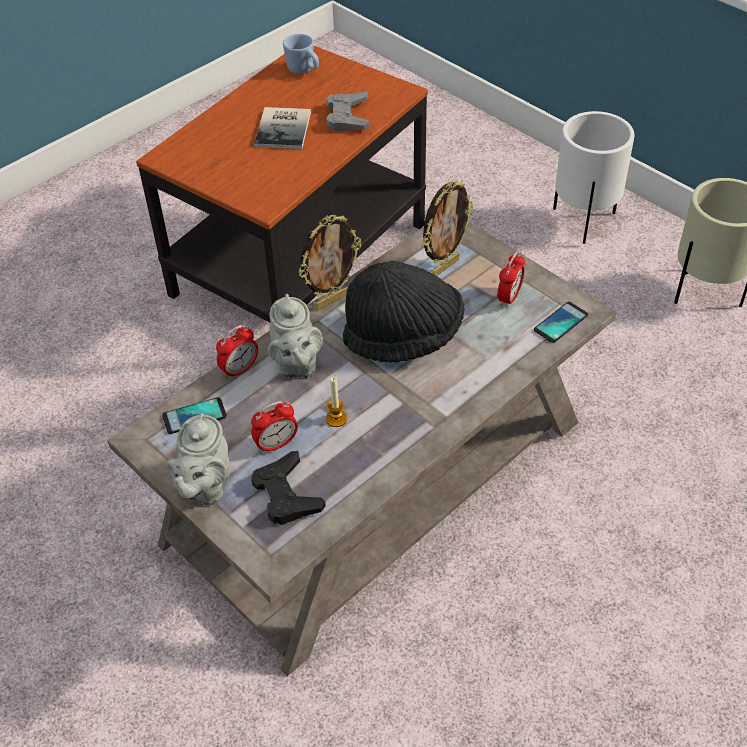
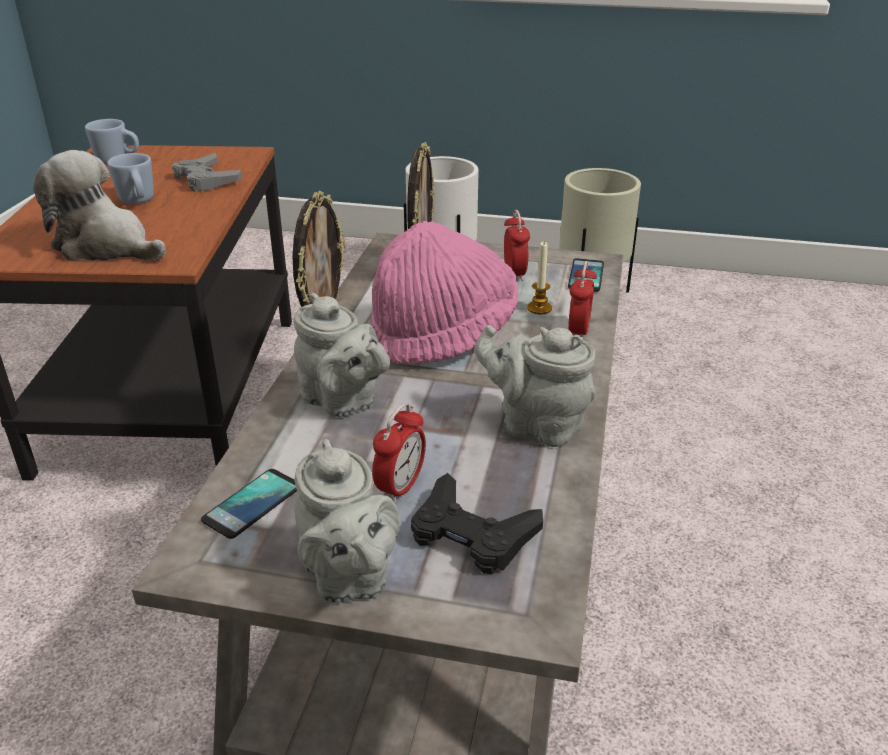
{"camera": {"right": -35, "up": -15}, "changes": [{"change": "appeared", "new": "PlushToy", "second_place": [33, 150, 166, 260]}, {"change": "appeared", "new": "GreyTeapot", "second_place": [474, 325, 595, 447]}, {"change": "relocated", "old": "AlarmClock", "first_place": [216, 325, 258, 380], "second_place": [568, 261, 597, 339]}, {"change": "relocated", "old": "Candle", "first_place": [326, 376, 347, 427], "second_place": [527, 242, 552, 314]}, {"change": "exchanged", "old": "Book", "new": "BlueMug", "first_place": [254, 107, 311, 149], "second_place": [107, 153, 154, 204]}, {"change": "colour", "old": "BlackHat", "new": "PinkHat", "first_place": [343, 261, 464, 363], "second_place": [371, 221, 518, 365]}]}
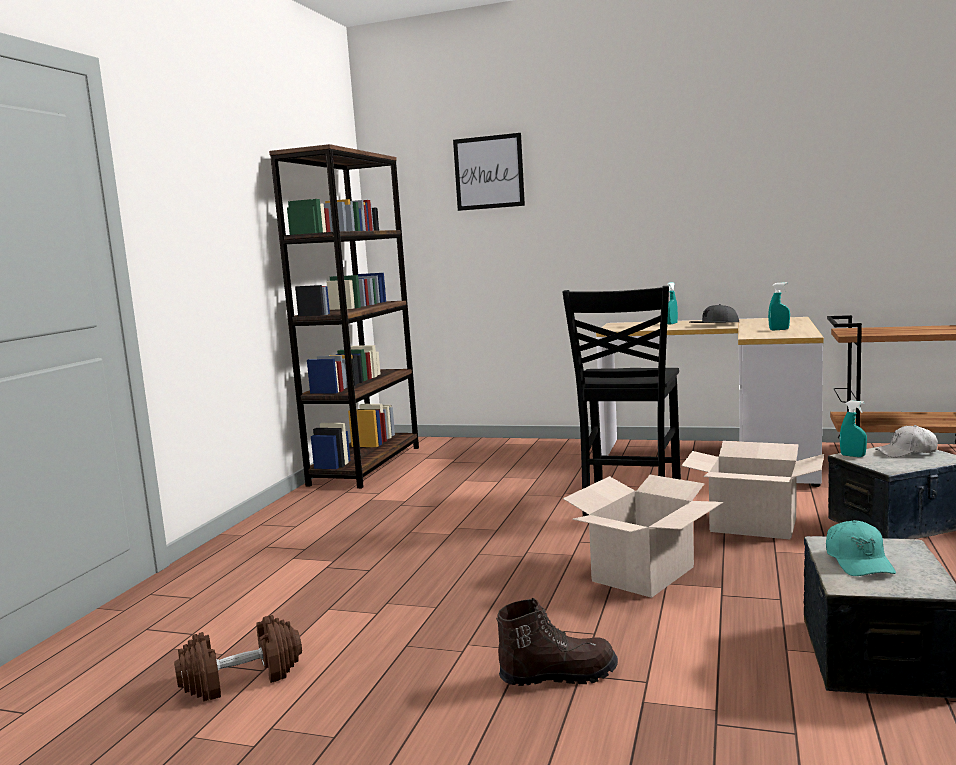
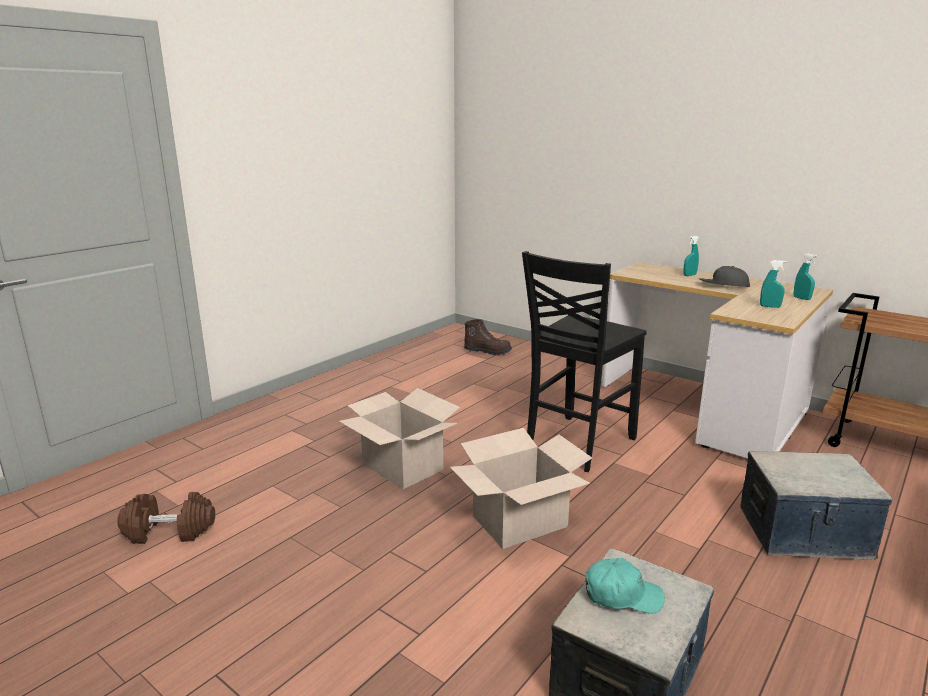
{"camera": {"right": 20, "up": 10}, "changes": [{"change": "missing", "old": "BrownBookcase", "first_place": [269, 144, 419, 488]}, {"change": "missing", "old": "Picture", "first_place": [453, 133, 525, 211]}, {"change": "missing", "old": "WhiteCap", "first_place": [875, 425, 938, 457]}, {"change": "relocated", "old": "BrownBoot", "first_place": [496, 598, 618, 686], "second_place": [464, 319, 512, 356]}, {"change": "relocated", "old": "CardboardBox", "first_place": [681, 441, 824, 539], "second_place": [339, 388, 460, 489]}, {"change": "relocated", "old": "TurquoiseSprayBottle", "first_place": [840, 400, 867, 457], "second_place": [794, 253, 818, 300]}, {"change": "spun", "old": "TurquoiseCap", "first_place": [826, 520, 896, 576], "second_place": [585, 558, 665, 614], "degrees": -105}]}
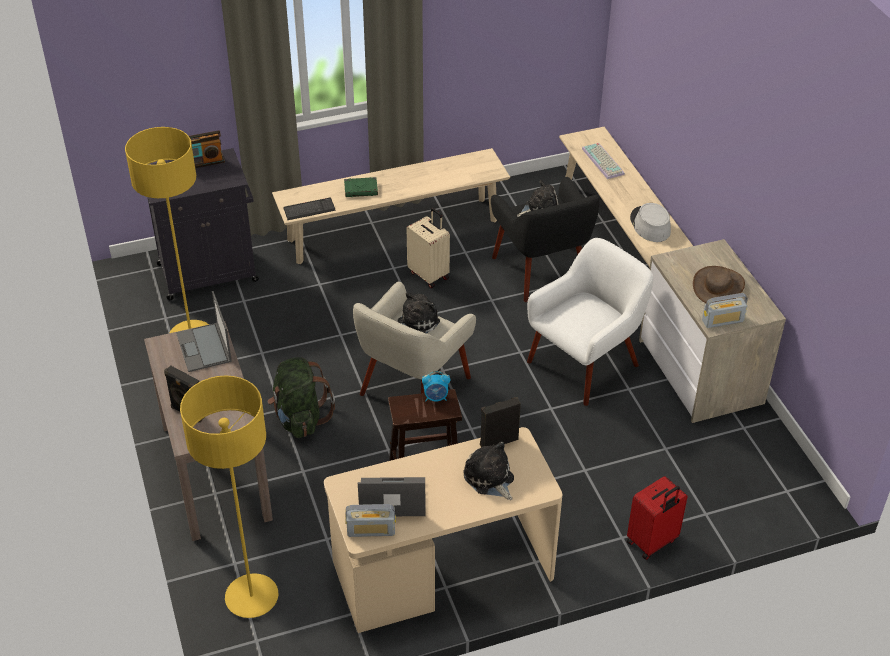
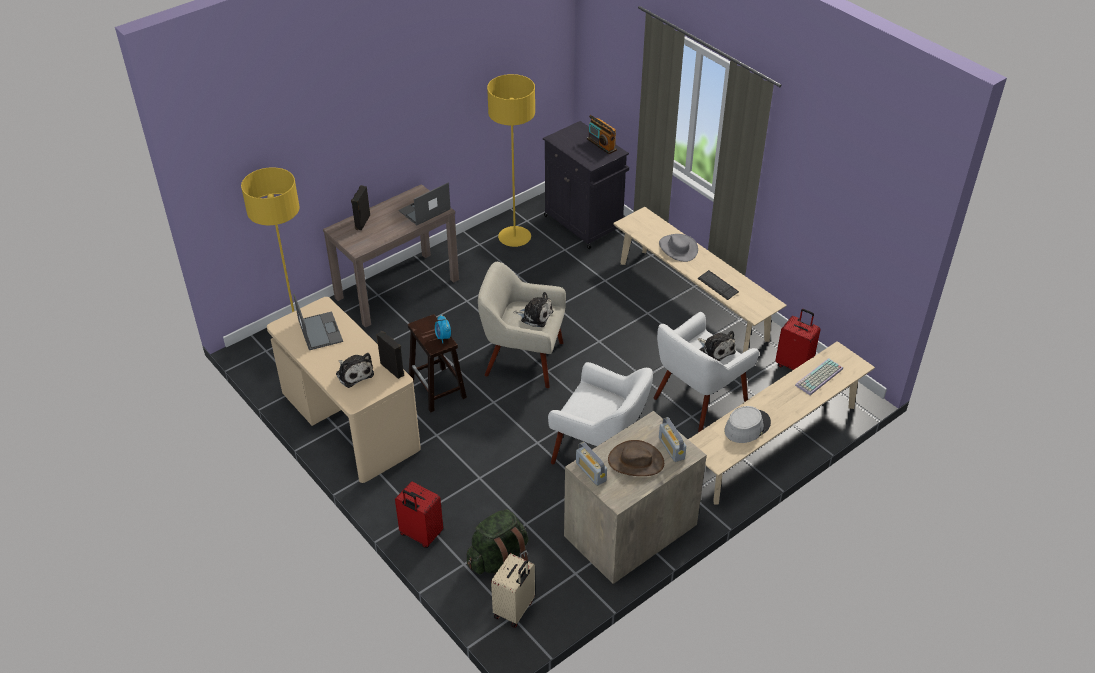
{"camera": {"right": 70, "up": 0}, "changes": [{"change": "appeared", "new": "RedSuitcase", "second_place": [775, 309, 821, 370]}, {"change": "relocated", "old": "GreenBackpack", "first_place": [268, 357, 335, 438], "second_place": [467, 509, 528, 574]}, {"change": "relocated", "old": "Keyboard", "first_place": [283, 198, 336, 220], "second_place": [698, 270, 739, 300]}, {"change": "relocated", "old": "Radio", "first_place": [345, 504, 396, 537], "second_place": [659, 417, 686, 462]}, {"change": "relocated", "old": "BeigeSuitcase", "first_place": [407, 208, 450, 288], "second_place": [491, 553, 535, 628]}, {"change": "exchanged", "old": "GreenBook", "new": "GreyHat", "first_place": [344, 177, 378, 197], "second_place": [659, 234, 698, 262]}, {"change": "colour", "old": "BlackArmchair", "new": "WhiteArmchair", "first_place": [491, 177, 600, 302], "second_place": [654, 312, 759, 432]}, {"change": "spun", "old": "PlushToy", "first_place": [463, 441, 514, 500], "second_place": [336, 353, 374, 388], "degrees": 105}]}
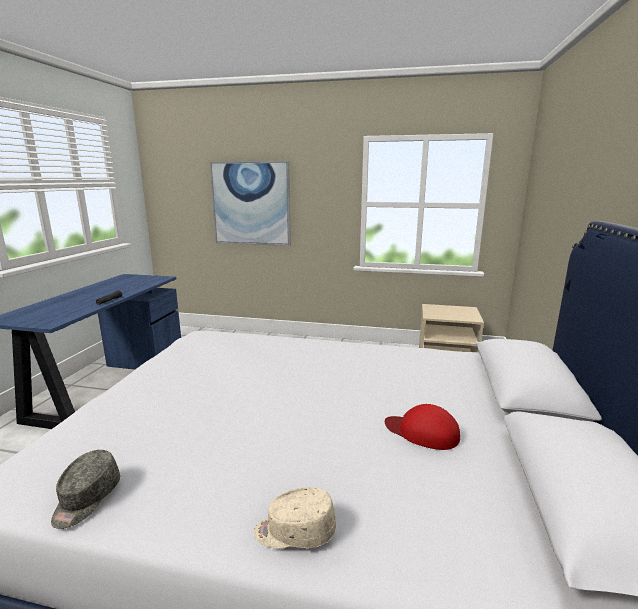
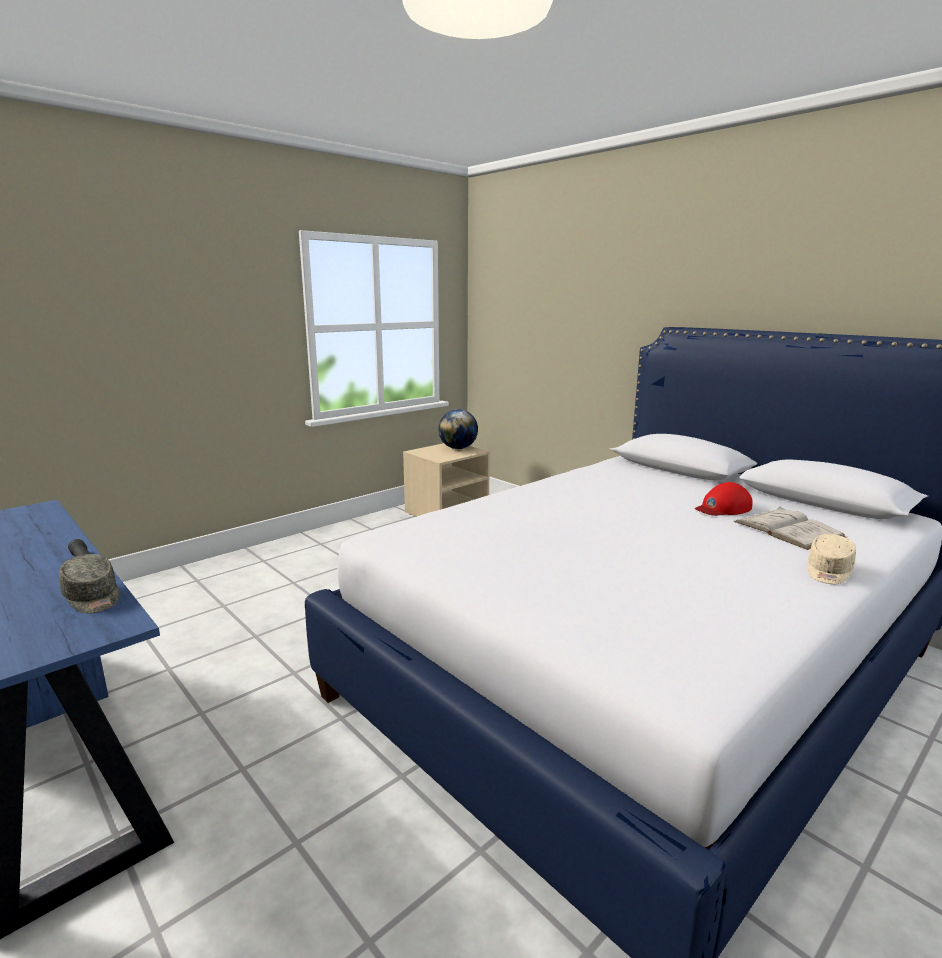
{"camera": {"right": -55, "up": 0}, "changes": [{"change": "missing", "old": "Picture", "first_place": [210, 161, 291, 246]}, {"change": "appeared", "new": "Globe", "second_place": [438, 409, 478, 449]}, {"change": "appeared", "new": "WhiteBook", "second_place": [734, 507, 846, 550]}, {"change": "relocated", "old": "GreyCap", "first_place": [51, 450, 120, 529], "second_place": [59, 554, 119, 613]}]}
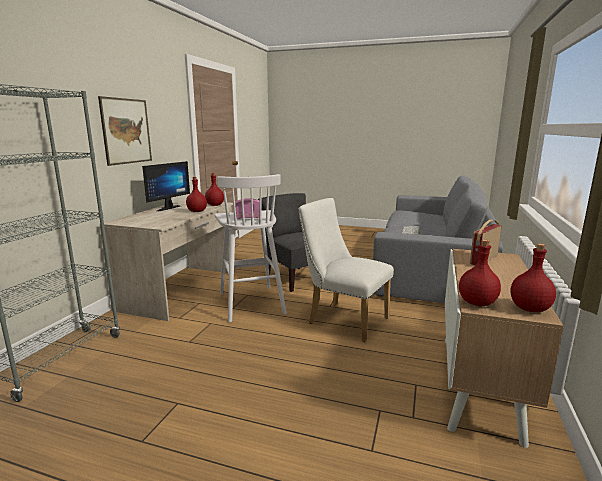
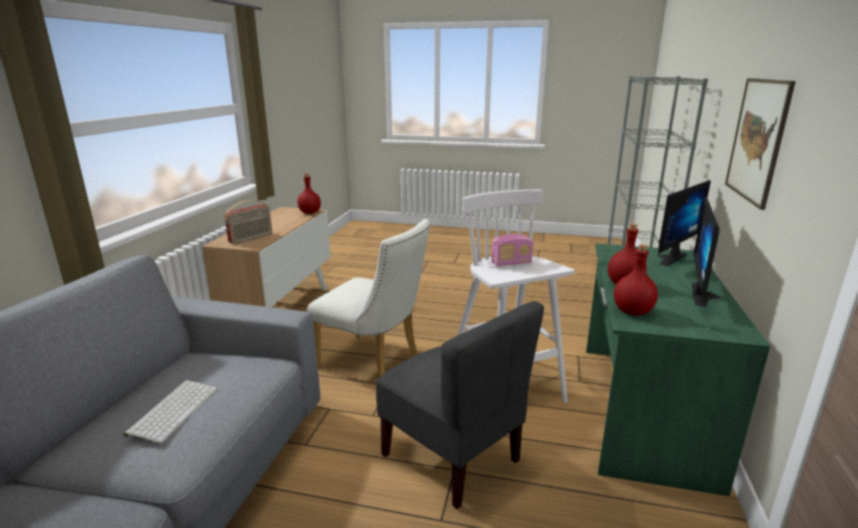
{"camera": {"right": 175, "up": 5}, "changes": [{"change": "missing", "old": "RedBottle", "first_place": [510, 243, 556, 312]}, {"change": "appeared", "new": "Monitor", "second_place": [657, 180, 711, 266]}, {"change": "colour", "old": "BeigeDesk", "new": "GreenDesk", "first_place": [100, 200, 235, 321], "second_place": [586, 244, 770, 496]}]}
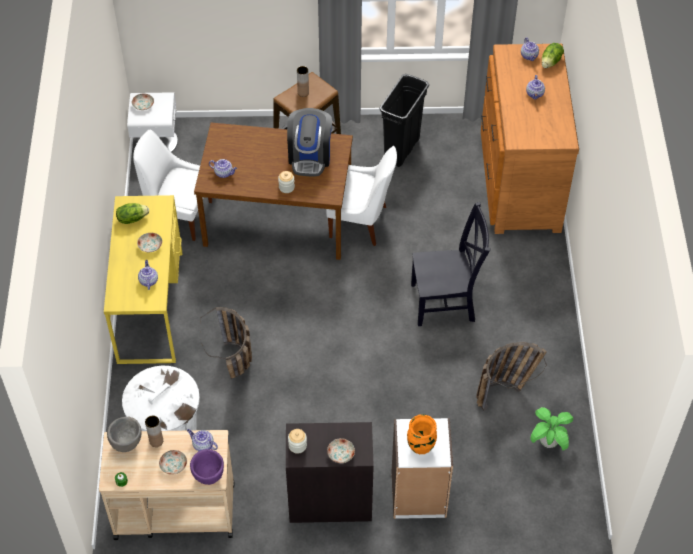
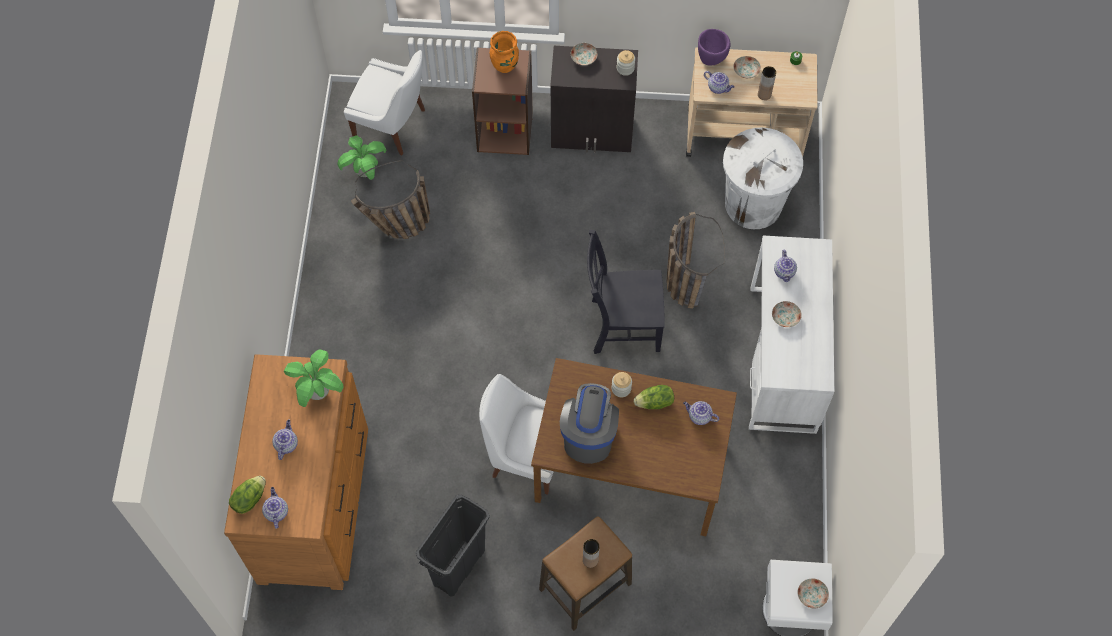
{"camera": {"right": -175, "up": 10}, "changes": [{"change": "missing", "old": "GreyBowl", "first_place": [107, 417, 142, 452]}, {"change": "appeared", "new": "PottedPlant", "second_place": [284, 349, 344, 407]}, {"change": "relocated", "old": "Lettuce", "first_place": [116, 203, 149, 224], "second_place": [634, 385, 674, 409]}, {"change": "relocated", "old": "WhiteChair", "first_place": [133, 130, 212, 241], "second_place": [344, 50, 425, 156]}, {"change": "relocated", "old": "BlackChair", "first_place": [411, 202, 490, 326], "second_place": [587, 229, 665, 354]}, {"change": "colour", "old": "YellowDesk", "new": "WhiteDesk", "first_place": [104, 195, 182, 364], "second_place": [749, 235, 834, 434]}, {"change": "colour", "old": "WhiteBookcase", "new": "BrownBookcase", "first_place": [391, 418, 453, 519], "second_place": [472, 47, 533, 155]}]}
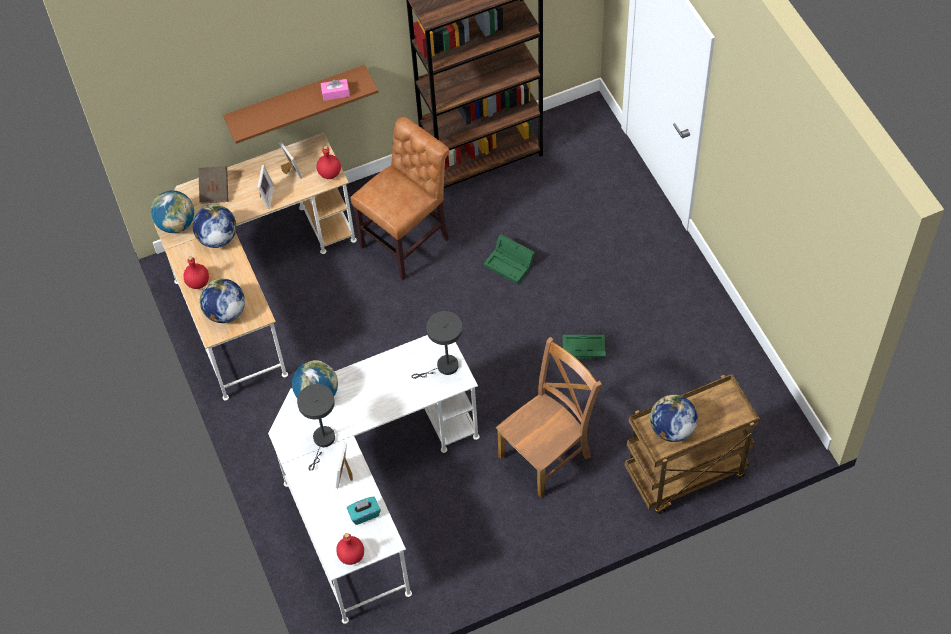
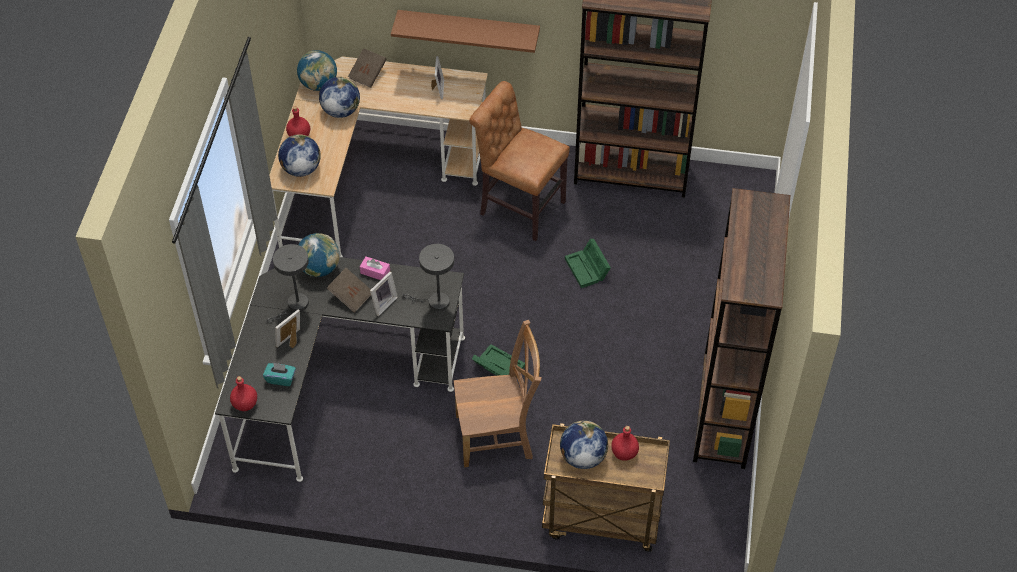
{"camera": {"right": 30, "up": -5}, "changes": [{"change": "appeared", "new": "BrownBook", "second_place": [327, 268, 371, 313]}, {"change": "appeared", "new": "BrownBookcase", "second_place": [693, 188, 790, 469]}, {"change": "relocated", "old": "PictureFrame", "first_place": [257, 164, 274, 209], "second_place": [370, 272, 398, 316]}, {"change": "relocated", "old": "RedBottle", "first_place": [316, 146, 341, 179], "second_place": [611, 426, 639, 461]}, {"change": "relocated", "old": "PinkTissueBox", "first_place": [321, 79, 350, 101], "second_place": [360, 256, 390, 280]}, {"change": "relocated", "old": "GreenStorageBox", "first_place": [563, 335, 606, 359], "second_place": [472, 344, 525, 376]}, {"change": "colour", "old": "WhiteDesk", "new": "BlackDesk", "first_place": [268, 335, 480, 624], "second_place": [215, 257, 465, 482]}, {"change": "spun", "old": "BrownChair", "first_place": [350, 116, 450, 280], "second_place": [469, 81, 570, 241], "degrees": -135}]}
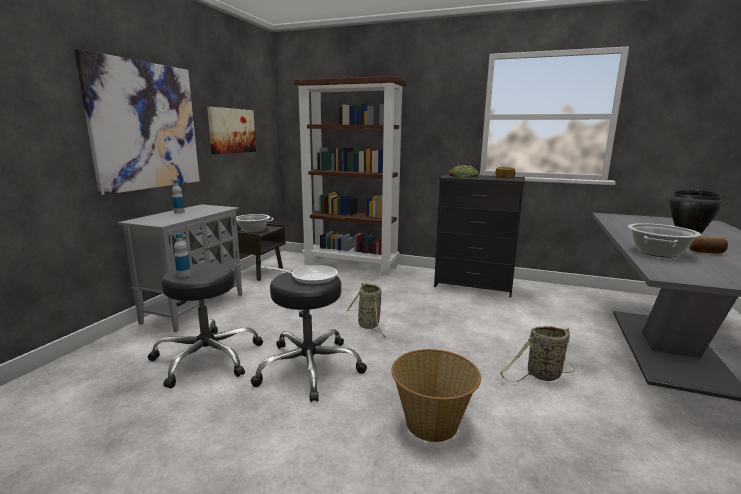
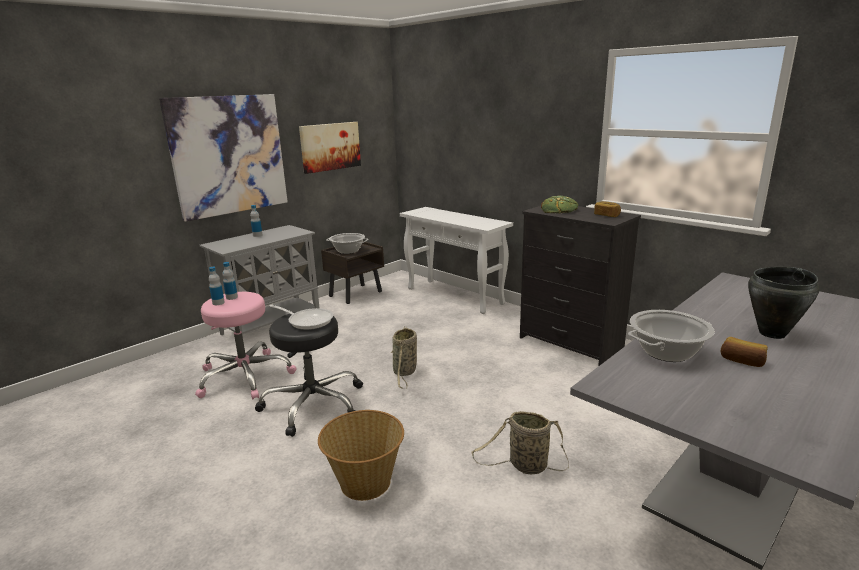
{"camera": {"right": 25, "up": 5}, "changes": [{"change": "appeared", "new": "Bottle", "second_place": [223, 262, 238, 300]}, {"change": "exchanged", "old": "BrownBookcase", "new": "WhiteConsoleTable", "first_place": [294, 76, 406, 275], "second_place": [400, 207, 513, 314]}, {"change": "colour", "old": "BlackStool", "new": "PinkStool", "first_place": [148, 263, 263, 388], "second_place": [195, 292, 297, 399]}]}
